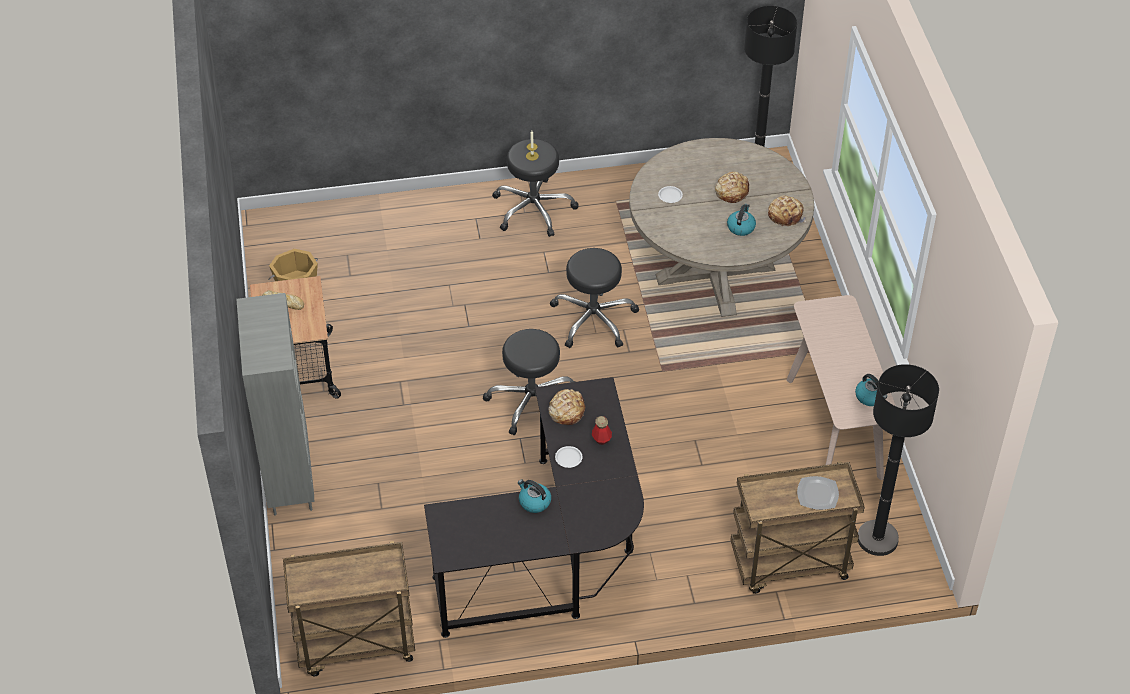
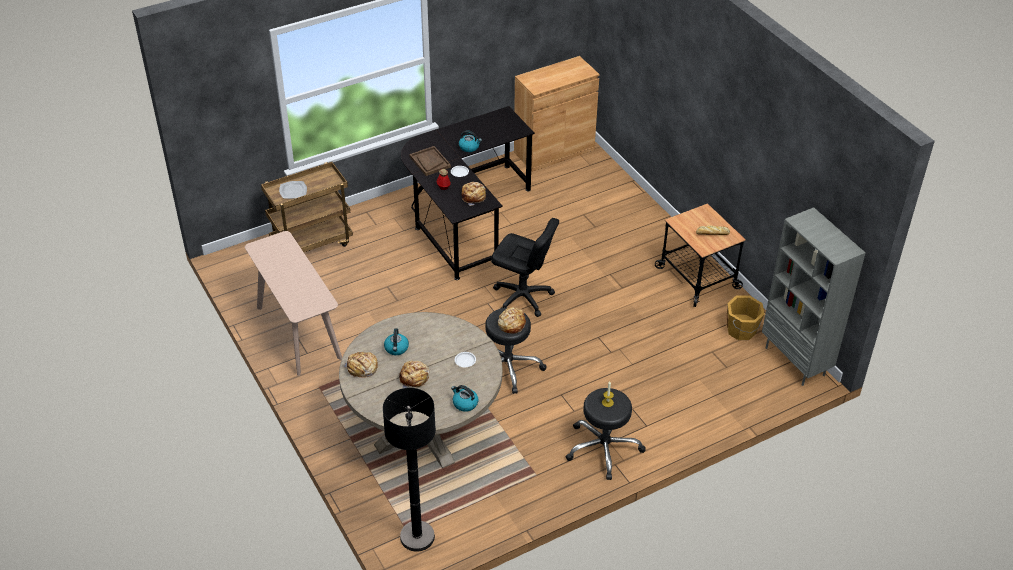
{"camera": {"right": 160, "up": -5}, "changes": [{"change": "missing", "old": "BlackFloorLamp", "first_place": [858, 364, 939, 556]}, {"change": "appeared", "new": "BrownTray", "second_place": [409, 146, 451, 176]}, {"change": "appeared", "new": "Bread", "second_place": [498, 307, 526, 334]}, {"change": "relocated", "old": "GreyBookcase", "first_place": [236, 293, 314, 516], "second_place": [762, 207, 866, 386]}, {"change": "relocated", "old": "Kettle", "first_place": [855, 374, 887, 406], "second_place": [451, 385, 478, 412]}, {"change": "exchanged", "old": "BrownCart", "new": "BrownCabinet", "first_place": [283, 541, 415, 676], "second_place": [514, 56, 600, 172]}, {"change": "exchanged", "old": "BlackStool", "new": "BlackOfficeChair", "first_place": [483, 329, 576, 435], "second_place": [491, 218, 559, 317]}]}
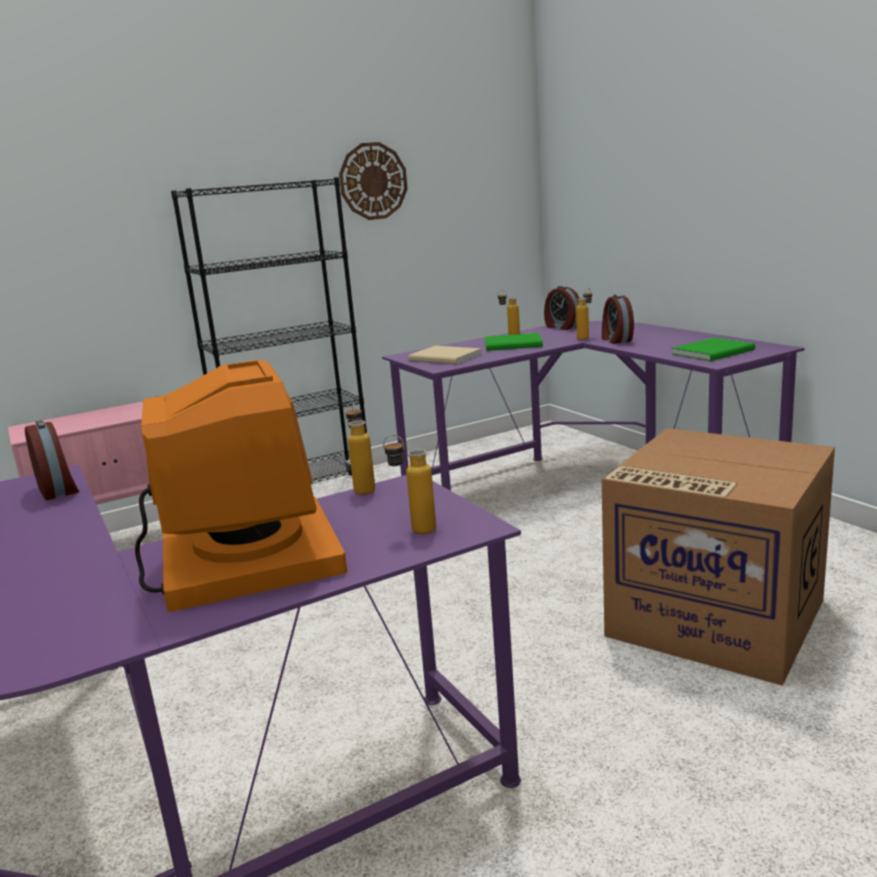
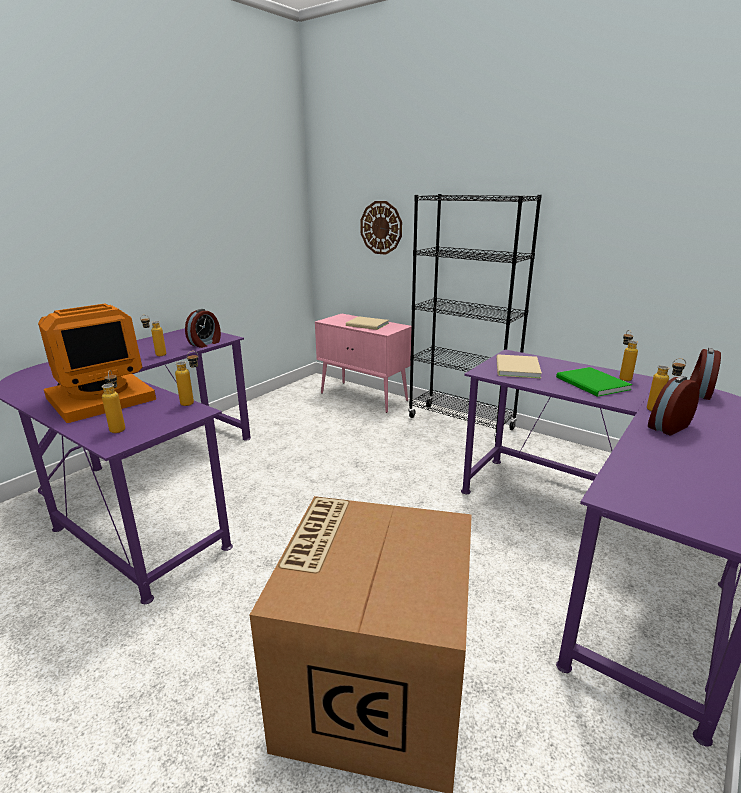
{"camera": {"right": 65, "up": 5}, "changes": [{"change": "missing", "old": "GreenBook", "first_place": [672, 337, 755, 361]}, {"change": "appeared", "new": "Bottle", "second_place": [140, 315, 166, 356]}, {"change": "appeared", "new": "BeigeBook", "second_place": [346, 316, 389, 330]}, {"change": "relocated", "old": "WallClock", "first_place": [339, 142, 408, 220], "second_place": [360, 201, 402, 255]}]}
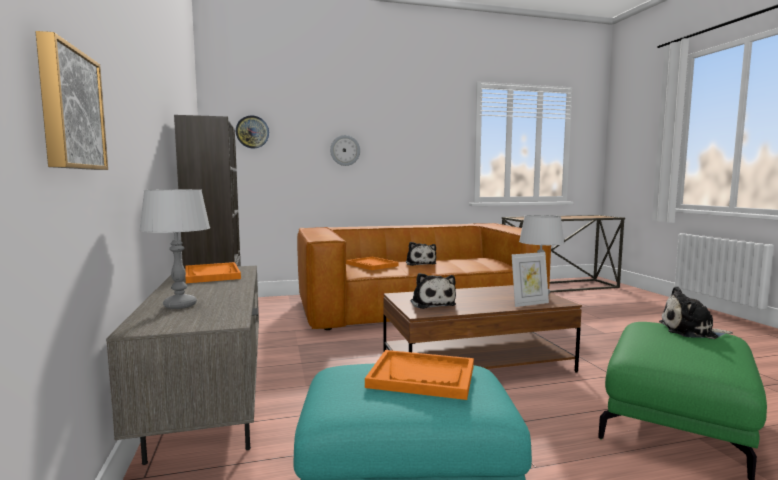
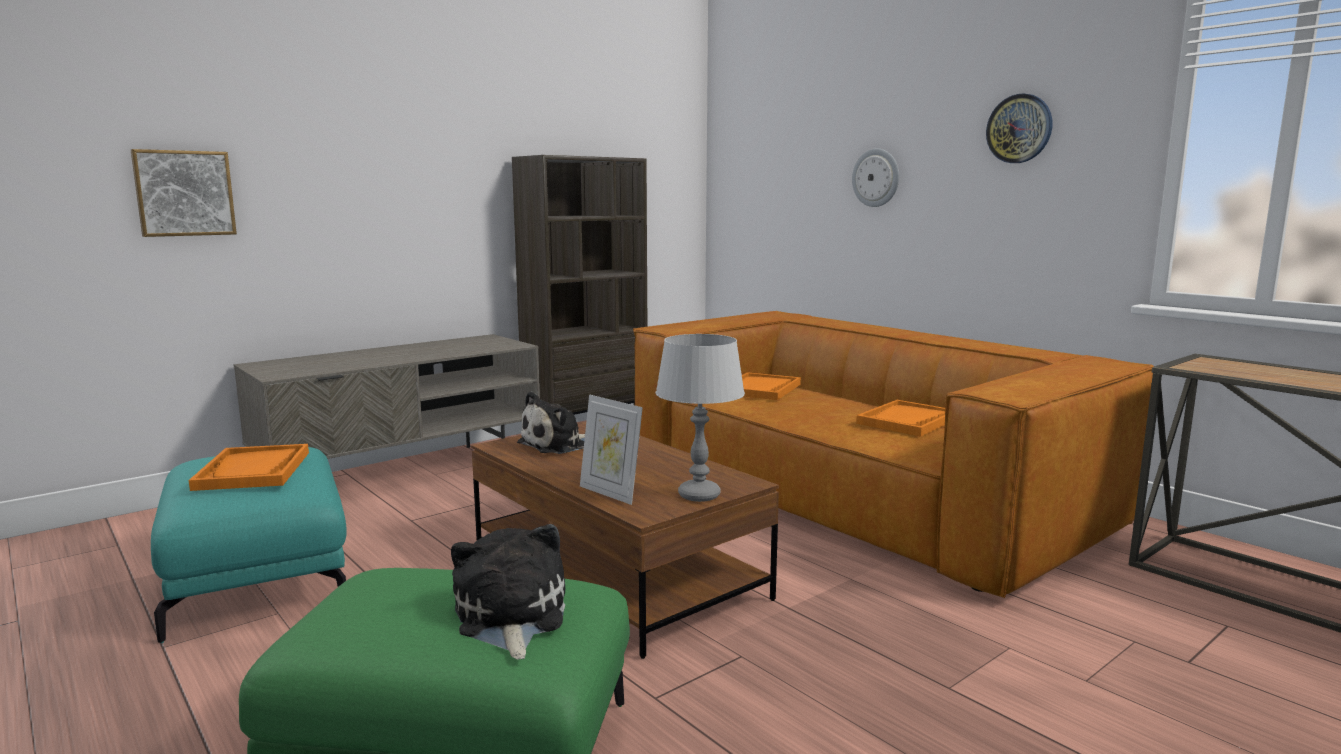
{"camera": {"right": 65, "up": 5}, "changes": [{"change": "missing", "old": "GreyTableLamp", "first_place": [139, 189, 210, 309]}, {"change": "missing", "old": "PlushToy", "first_place": [406, 242, 436, 266]}, {"change": "relocated", "old": "OrangeTray", "first_place": [185, 262, 241, 283], "second_place": [856, 400, 946, 437]}, {"change": "relocated", "old": "WallClock", "first_place": [236, 115, 269, 148], "second_place": [986, 93, 1052, 163]}]}
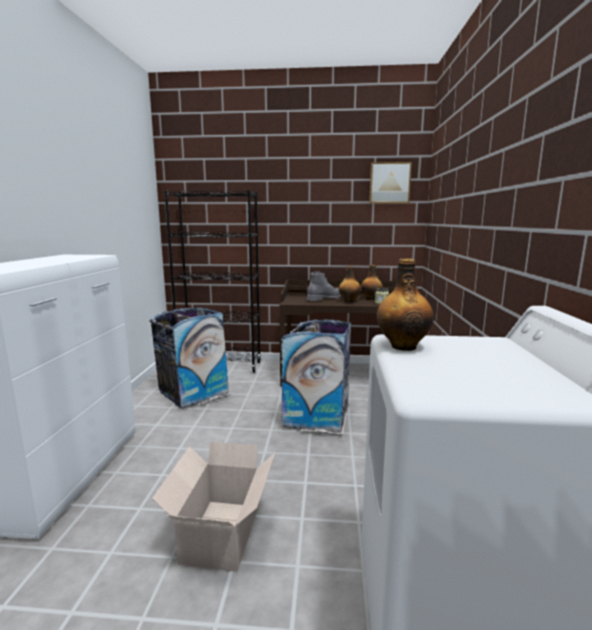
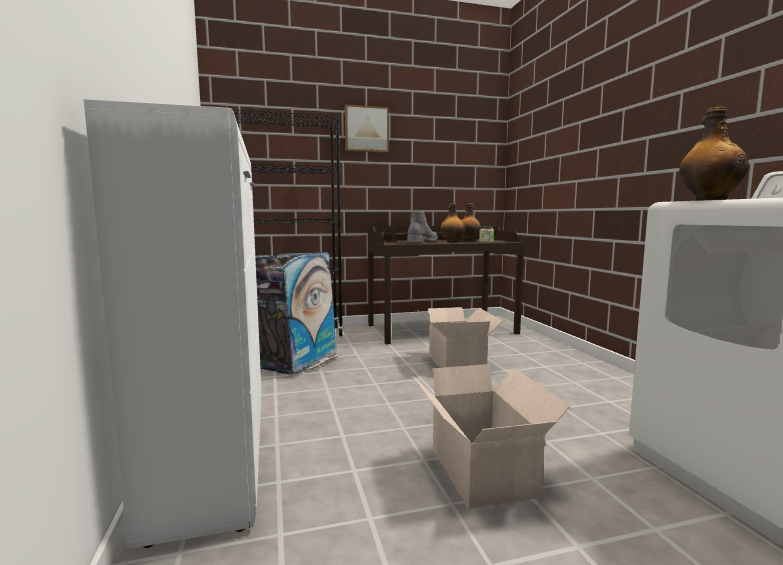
{"camera": {"right": -20, "up": -5}, "changes": [{"change": "relocated", "old": "Picture", "first_place": [369, 162, 412, 204], "second_place": [345, 104, 389, 152]}, {"change": "exchanged", "old": "TrashCan", "new": "CardboardBox", "first_place": [281, 319, 351, 435], "second_place": [421, 307, 502, 368]}]}
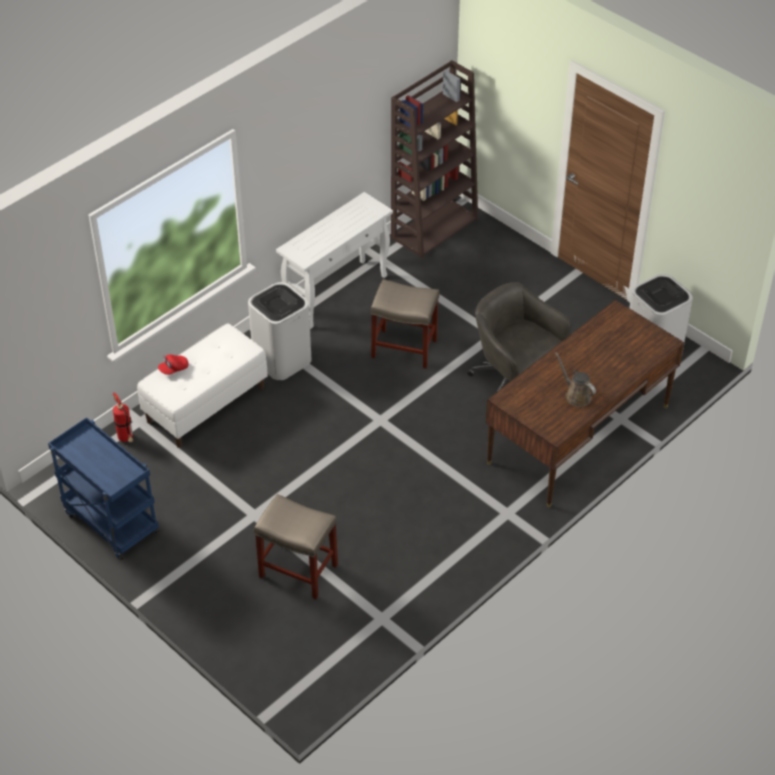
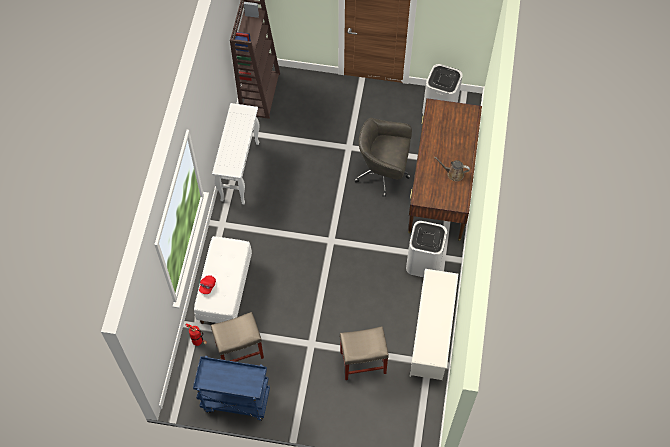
{"camera": {"right": -35, "up": 15}, "changes": [{"change": "appeared", "new": "WhiteShoeRack", "second_place": [409, 269, 458, 380]}, {"change": "relocated", "old": "WhiteTrashCan", "first_place": [248, 282, 311, 380], "second_place": [406, 221, 447, 278]}, {"change": "relocated", "old": "BeigeStool", "first_place": [371, 279, 440, 369], "second_place": [211, 312, 264, 362]}]}
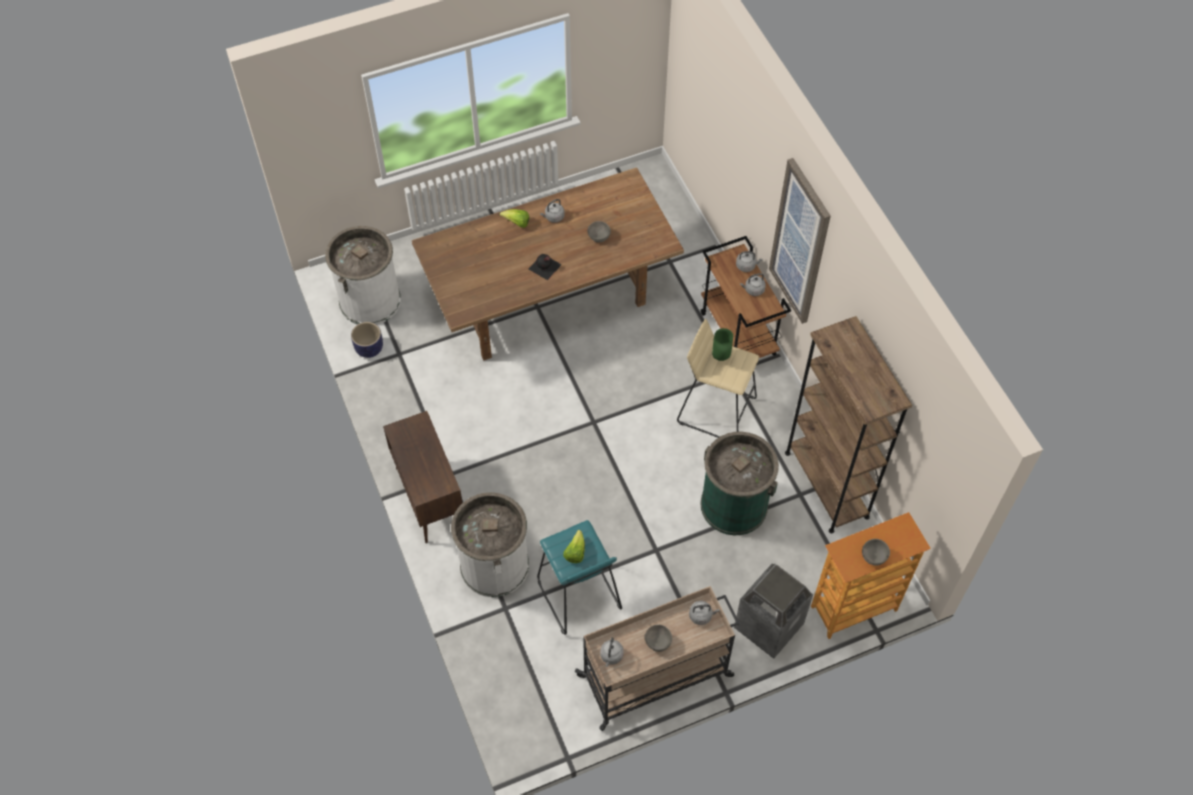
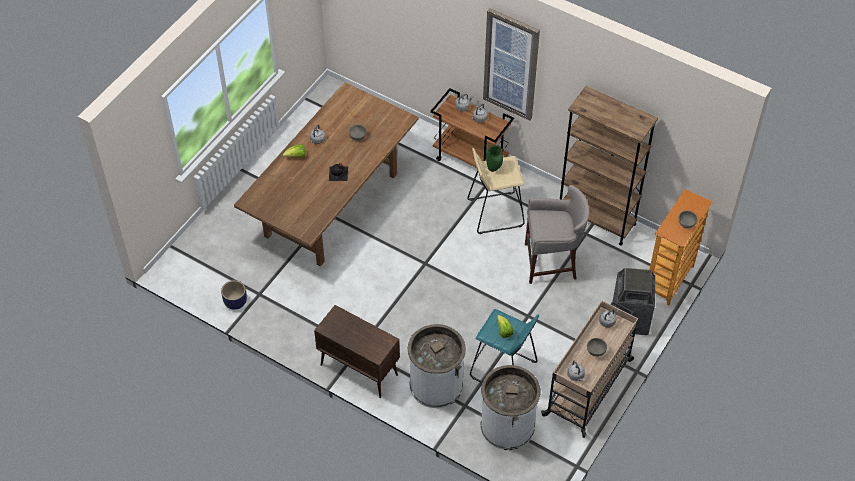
{"camera": {"right": -35, "up": -5}, "changes": [{"change": "relocated", "old": "WhiteTrashCan", "first_place": [325, 226, 401, 325], "second_place": [480, 365, 540, 450]}, {"change": "exchanged", "old": "GreenTrashCan", "new": "GreyStool", "first_place": [701, 432, 779, 535], "second_place": [525, 185, 589, 284]}]}
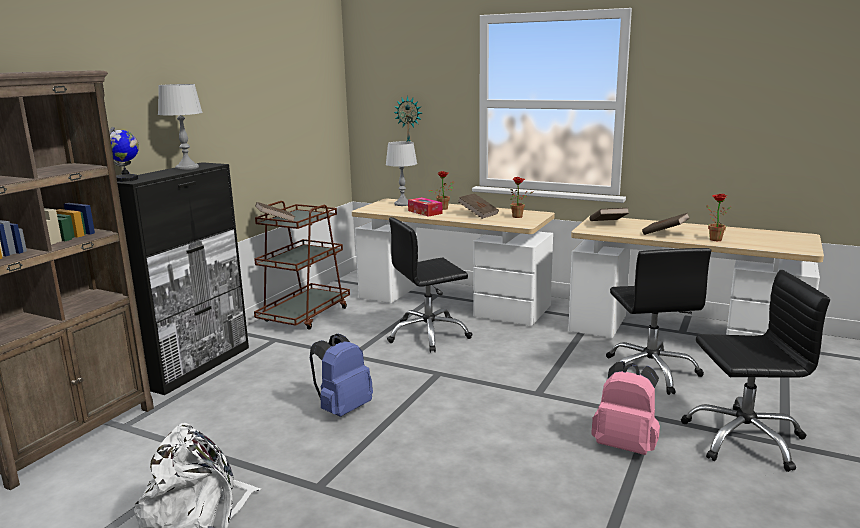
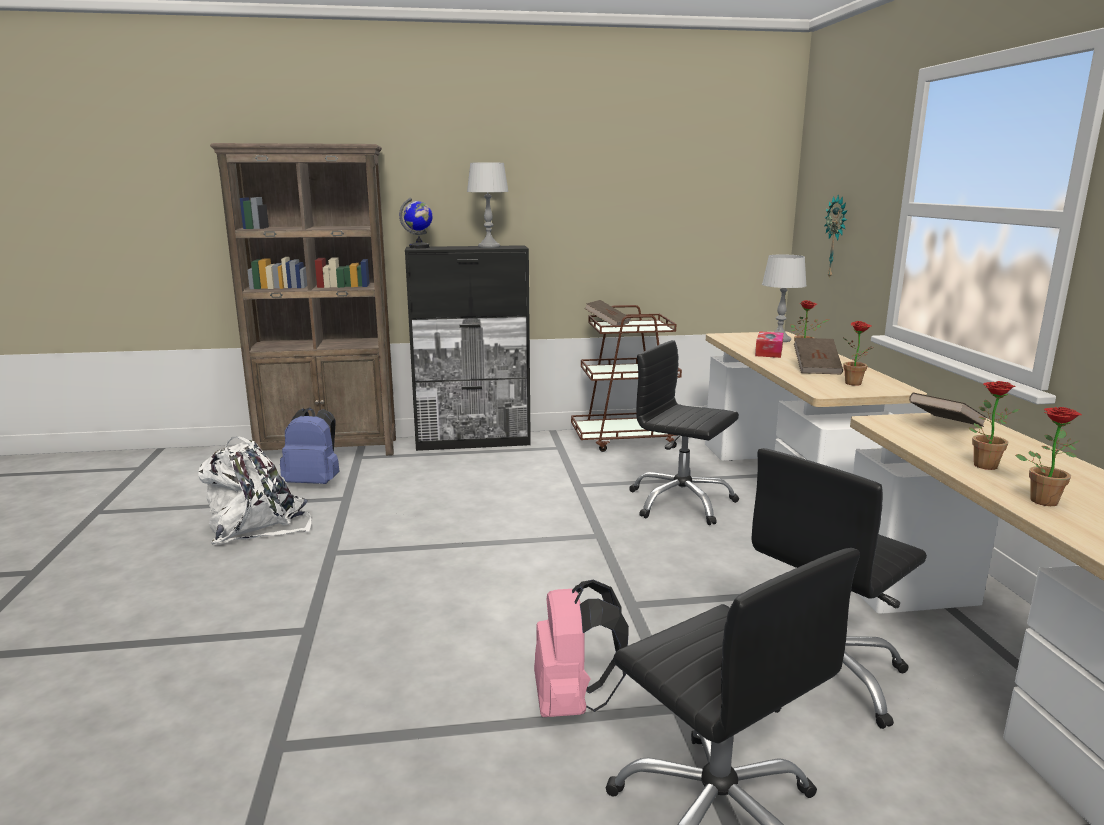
{"camera": {"right": 55, "up": 0}, "changes": [{"change": "relocated", "old": "BlueBackpack", "first_place": [310, 334, 373, 417], "second_place": [280, 407, 340, 484]}, {"change": "exchanged", "old": "BrownBook", "new": "PottedPlant", "first_place": [642, 213, 690, 235], "second_place": [969, 381, 1020, 470]}]}
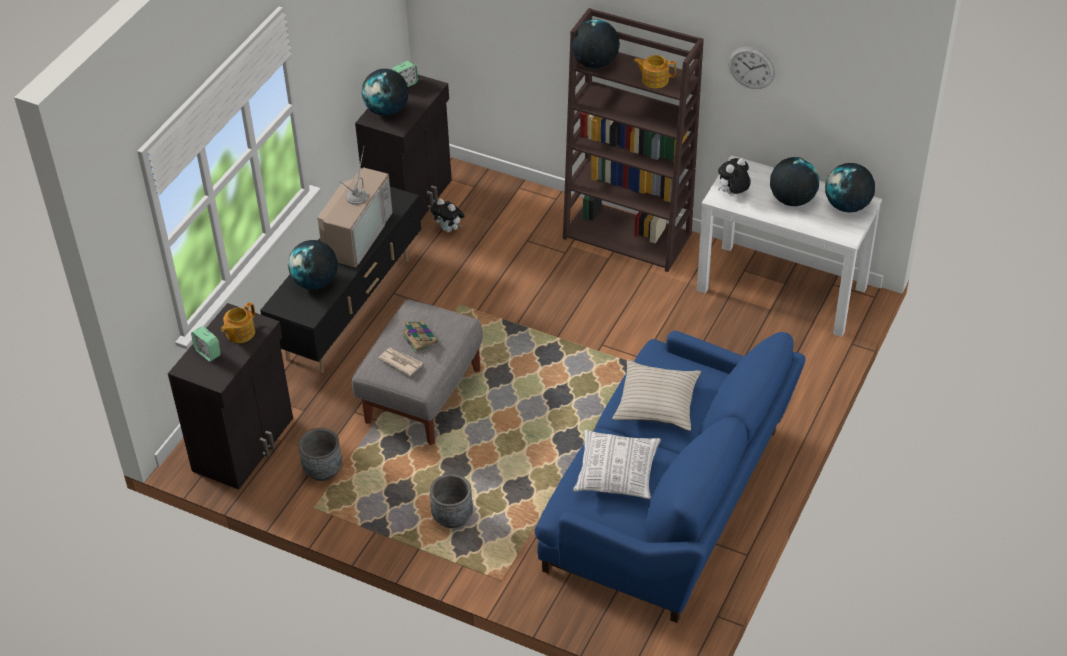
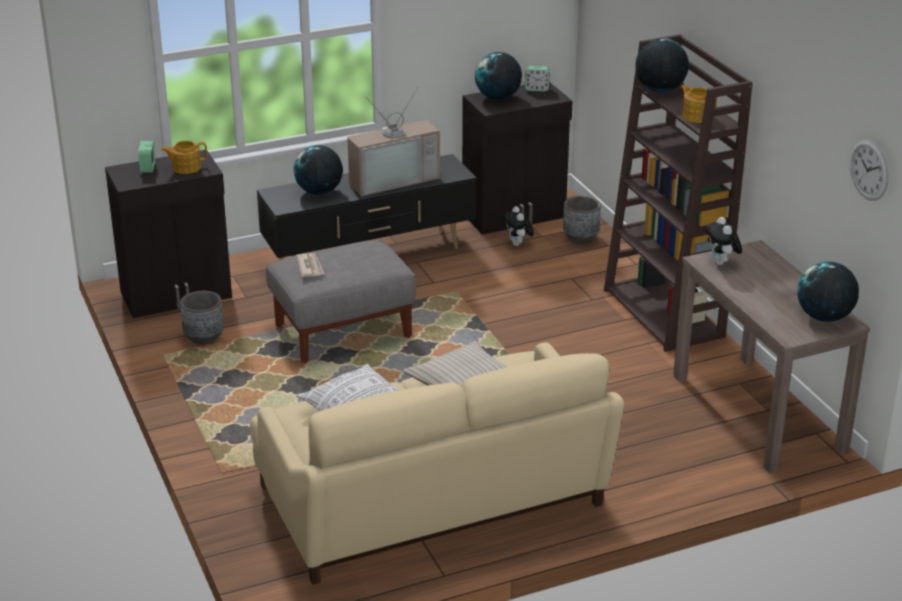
{"camera": {"right": 40, "up": -15}, "changes": [{"change": "missing", "old": "Book", "first_place": [402, 321, 438, 353]}, {"change": "missing", "old": "Globe", "first_place": [770, 157, 819, 206]}, {"change": "relocated", "old": "GreyPlanter", "first_place": [430, 474, 473, 528], "second_place": [563, 196, 601, 244]}, {"change": "relocated", "old": "WallClock", "first_place": [728, 47, 775, 89], "second_place": [850, 140, 889, 201]}, {"change": "colour", "old": "BlueSofa", "new": "BeigeSofa", "first_place": [535, 331, 805, 623], "second_place": [250, 342, 624, 585]}, {"change": "colour", "old": "WhiteConsoleTable", "new": "BrownConsoleTable", "first_place": [697, 155, 882, 337], "second_place": [673, 240, 870, 474]}, {"change": "spun", "old": "PlushToy", "first_place": [718, 158, 751, 194], "second_place": [706, 217, 742, 265], "degrees": -105}]}
